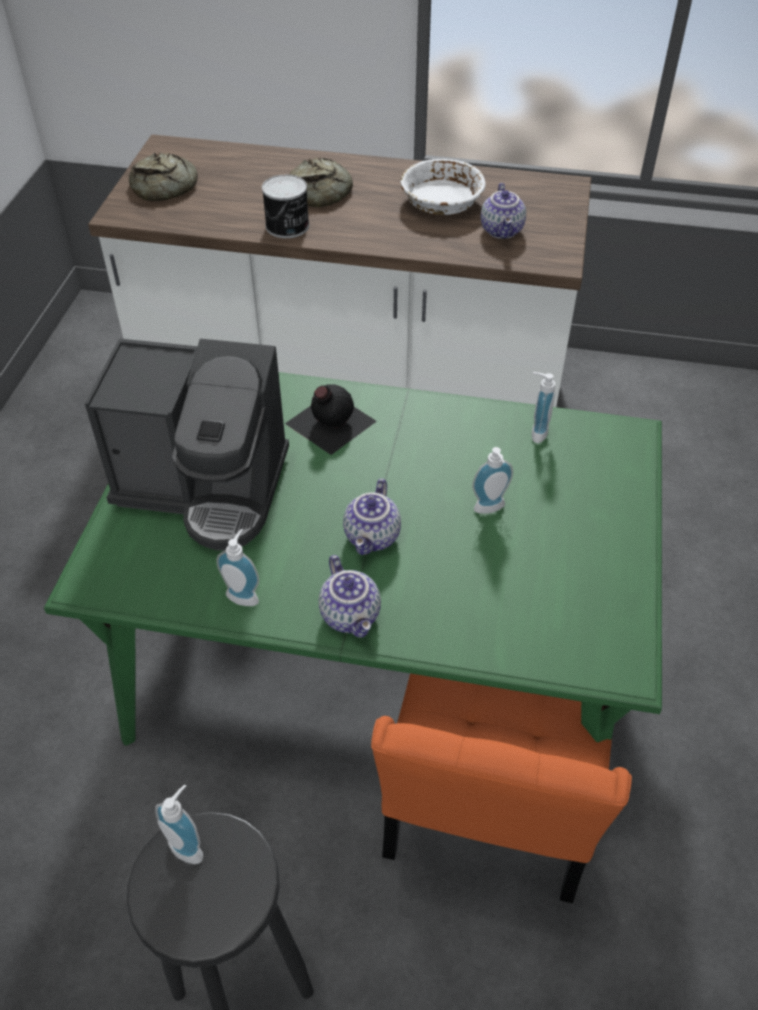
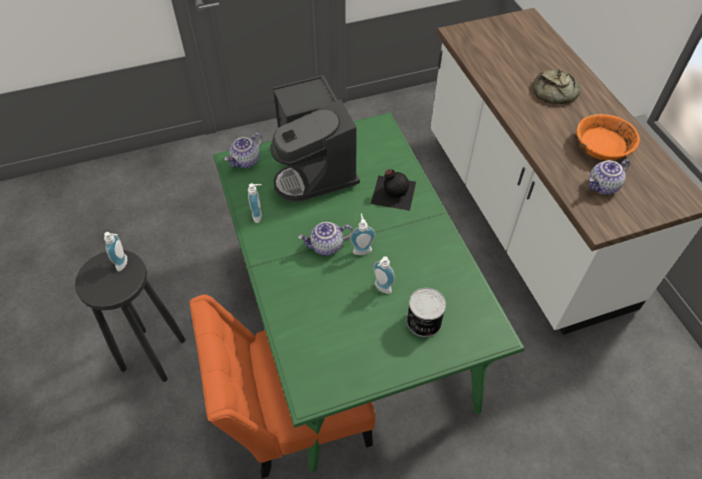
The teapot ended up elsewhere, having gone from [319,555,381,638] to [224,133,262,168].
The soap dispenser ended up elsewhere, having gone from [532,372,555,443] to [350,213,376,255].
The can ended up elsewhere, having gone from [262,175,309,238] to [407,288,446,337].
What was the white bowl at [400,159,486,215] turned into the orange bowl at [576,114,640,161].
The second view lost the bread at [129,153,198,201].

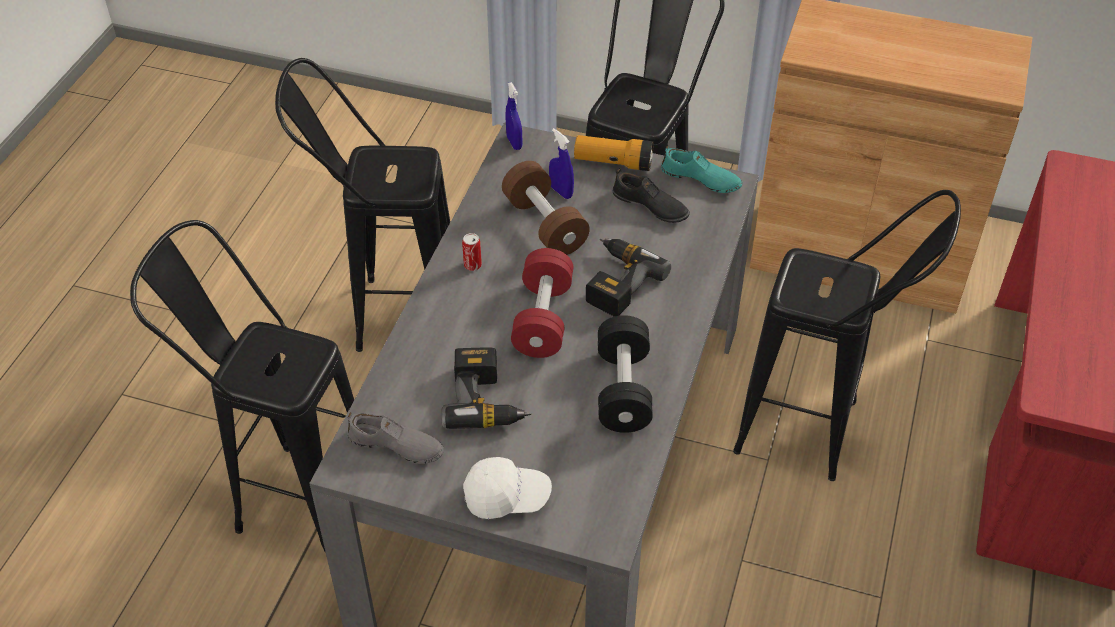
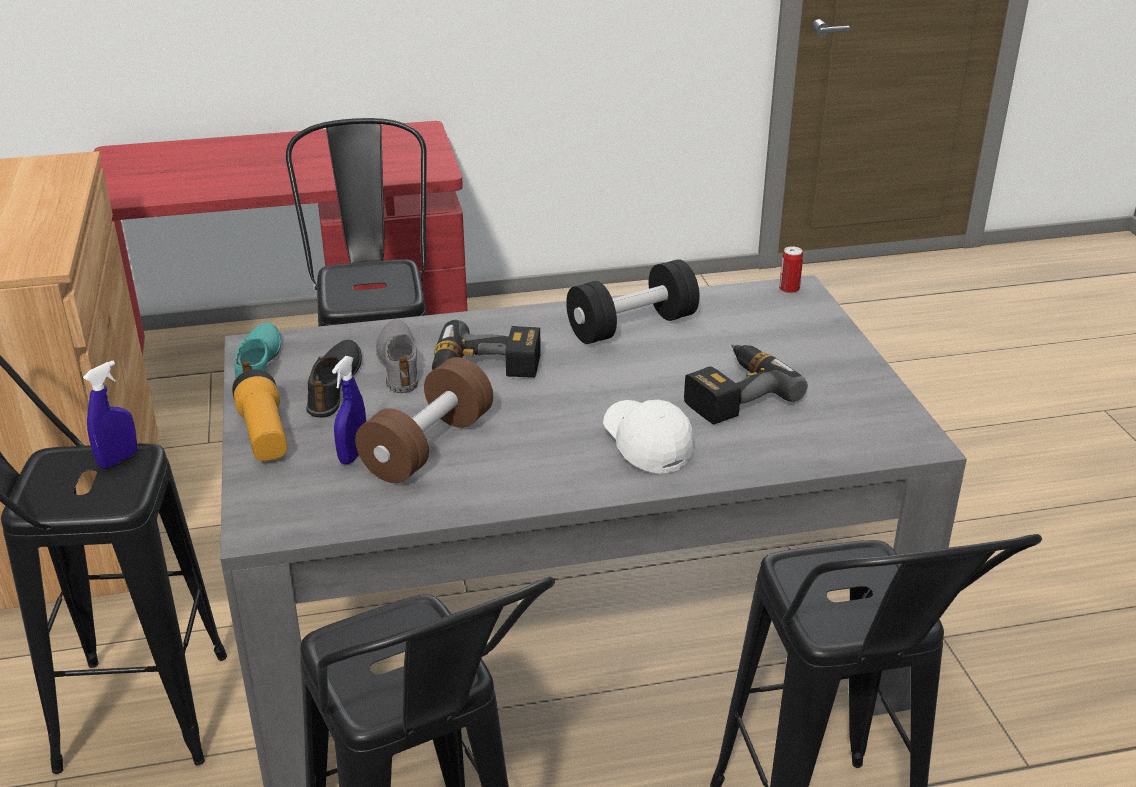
The blue spray bottle ended up elsewhere, having gone from [506,82,522,150] to [83,360,137,469].
The grey shoe ended up elsewhere, having gone from [347,412,444,464] to [376,319,418,393].
The white cap ended up elsewhere, having gone from [463,457,552,519] to [603,400,694,474].
The can ended up elsewhere, having gone from [462,233,482,271] to [779,246,803,293].
The second view lost the red dumbbell at [511,248,573,358].

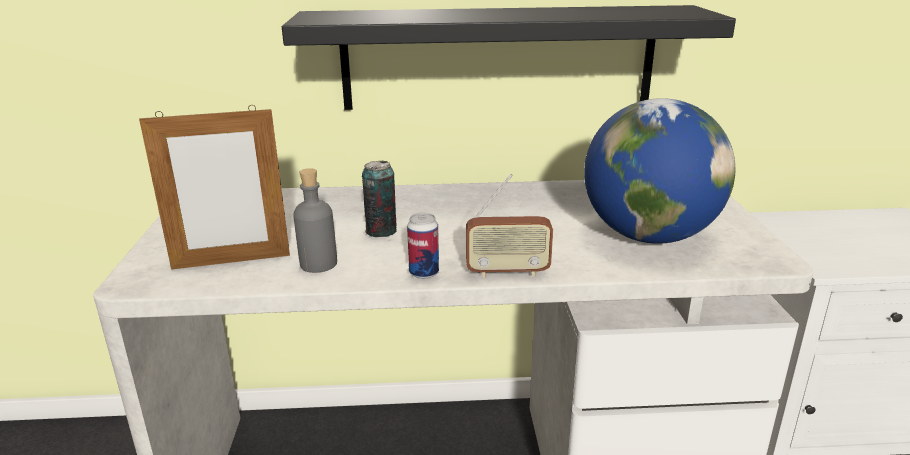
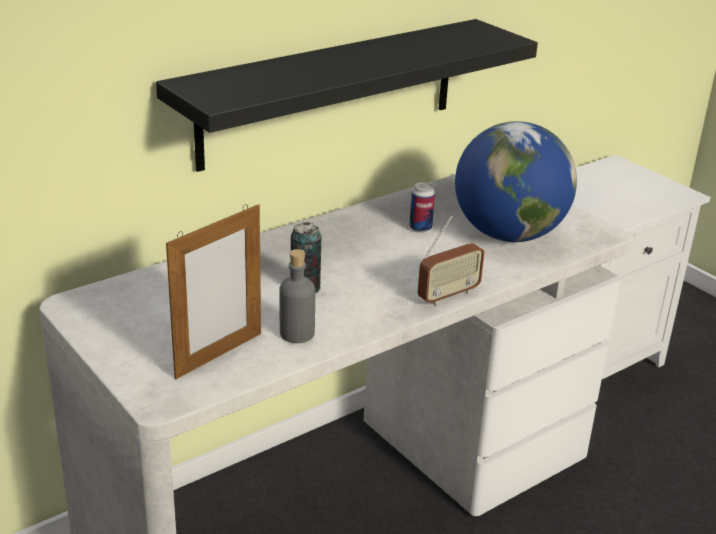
The can ended up elsewhere, having gone from [407,213,439,279] to [409,182,435,233].

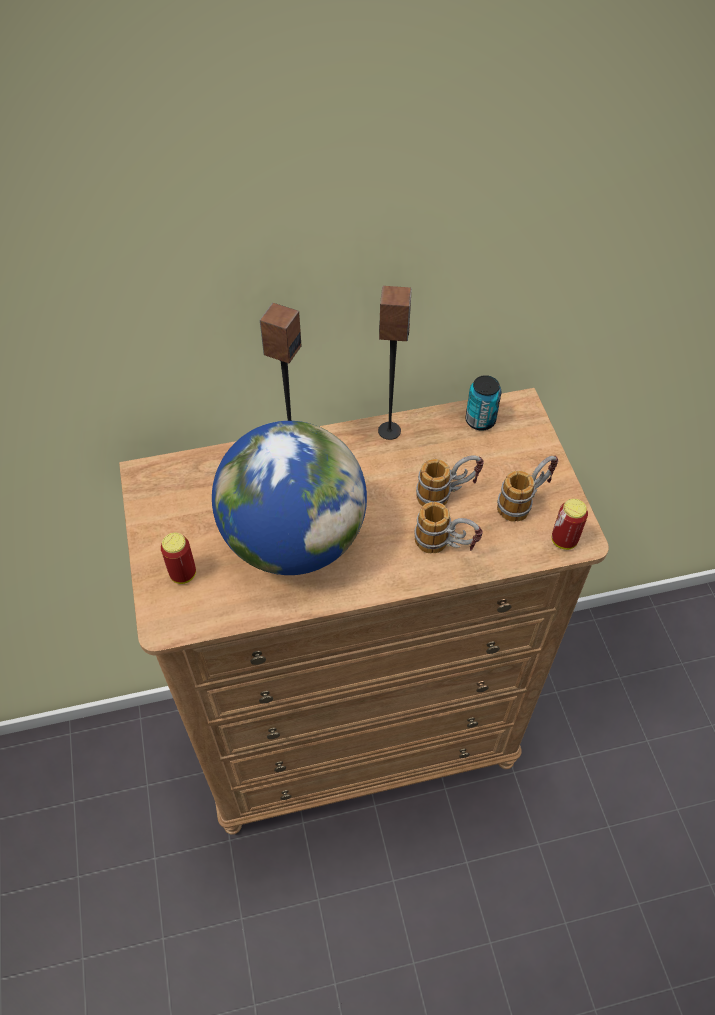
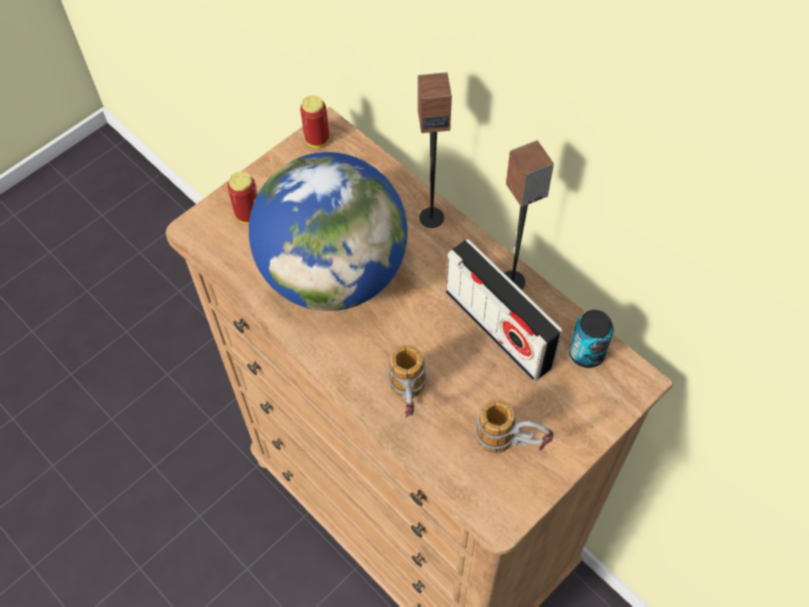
The can ended up elsewhere, having gone from [552,499,588,550] to [300,95,329,148].
The second view gained the radio at [446,239,563,381].
The second view lost the mug at [416,455,484,506].

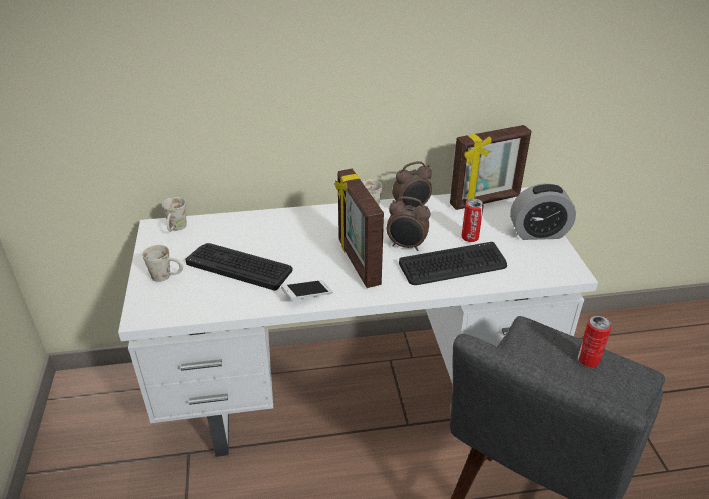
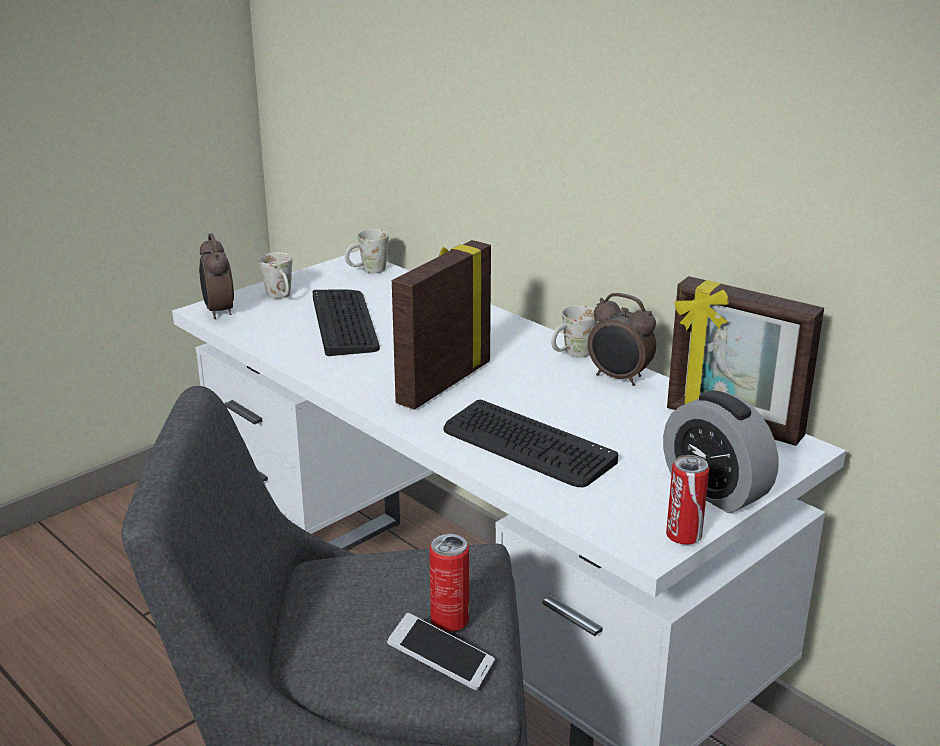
The alarm clock ended up elsewhere, having gone from [387,196,430,251] to [199,233,234,319].
The phone ended up elsewhere, having gone from [281,280,333,300] to [387,613,495,690].
The can ended up elsewhere, having gone from [461,198,484,242] to [666,455,709,545].

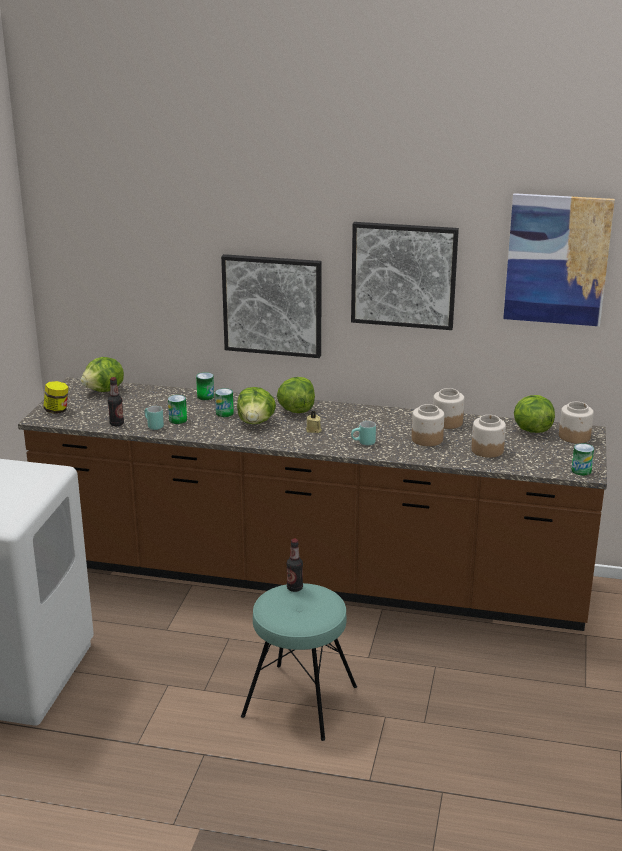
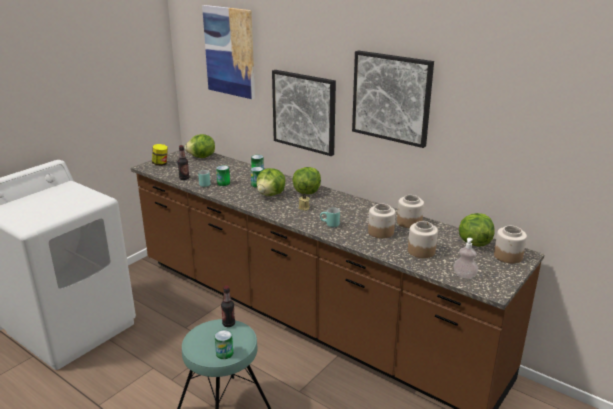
The picture ended up elsewhere, having gone from [503,193,615,326] to [202,5,255,99].
The can ended up elsewhere, having gone from [572,443,594,476] to [215,330,233,359].
The second view gained the soap dispenser at [454,238,478,279].

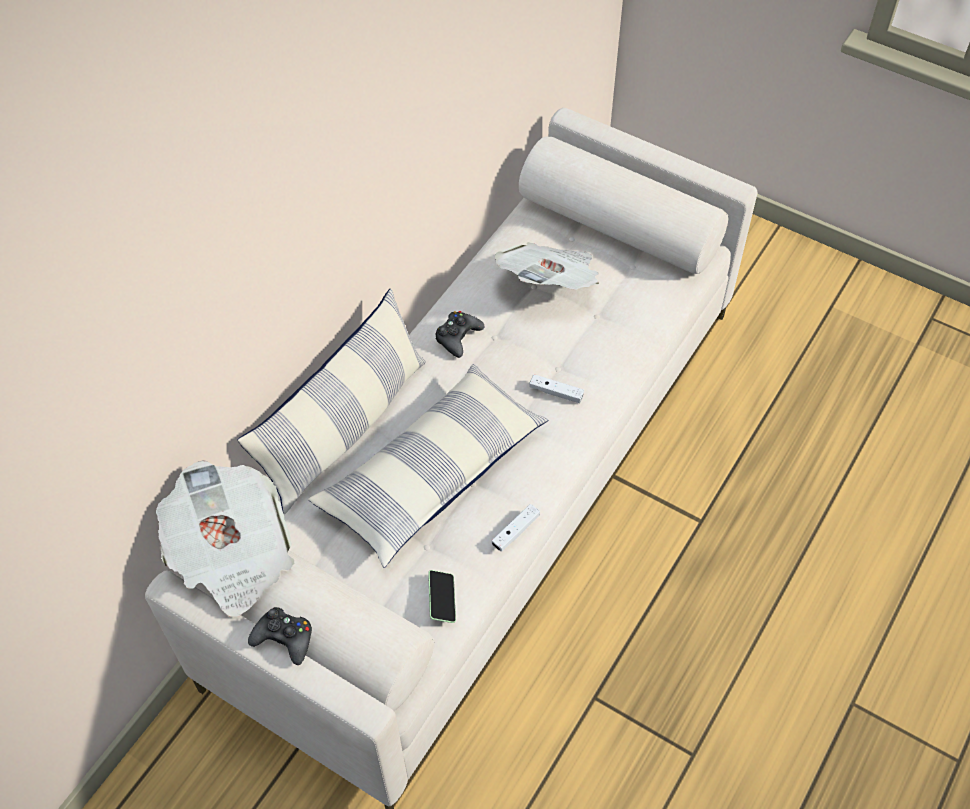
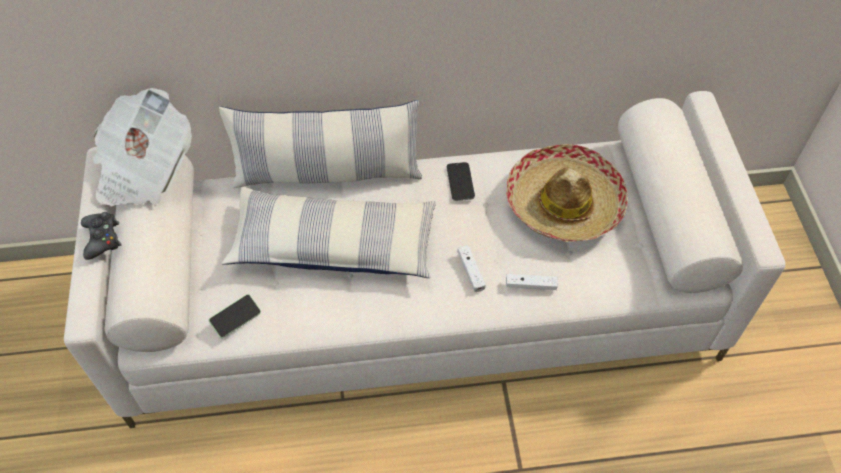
Where the black game controller stood at [435,311,484,358], the phone came to stand at [446,162,475,201].
Where the newspaper stood at [495,242,599,289], the hat came to stand at [506,144,628,242].
The white game controller ended up elsewhere, having gone from [491,504,540,552] to [506,274,558,290].

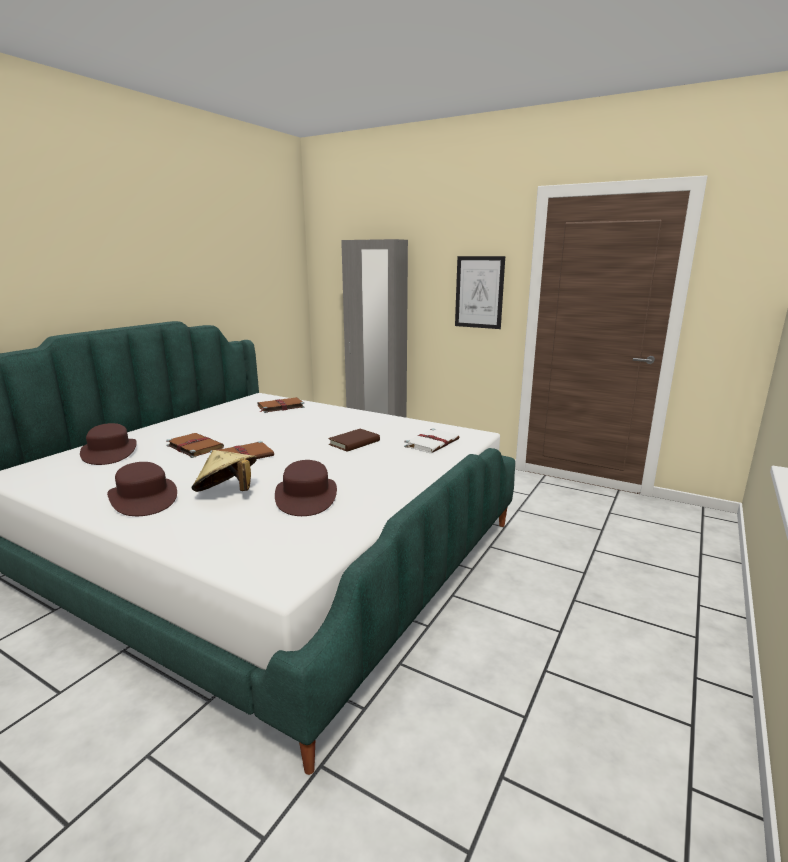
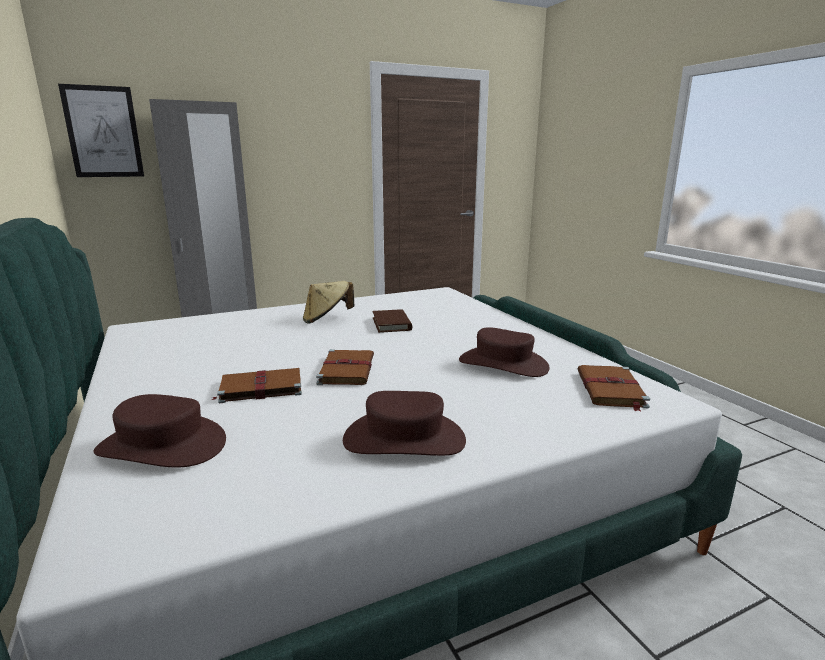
The picture ended up elsewhere, having gone from [455,256,505,329] to [58,84,144,177].
The beige hat ended up elsewhere, having gone from [192,450,257,492] to [303,281,354,324].
The brown book ended up elsewhere, having gone from [258,397,305,413] to [577,365,650,411].
The second view lost the white book at [404,428,459,453].

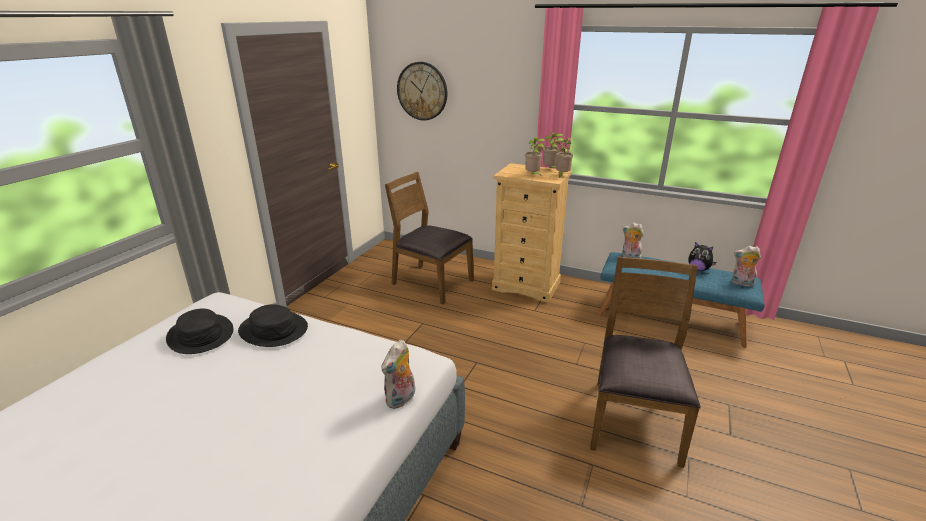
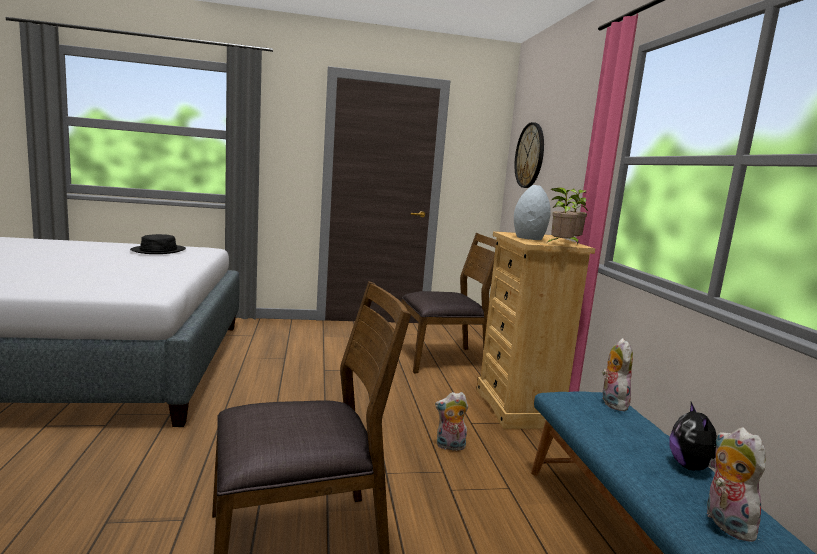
The brown chair at [385,172,474,304] ended up facing another way, 75 degrees clockwise from before.
The plush toy ended up elsewhere, having gone from [382,340,415,409] to [435,392,468,451].
Where the potted plant stood at [525,137,545,175], the grey vase came to stand at [514,185,551,240].
The second view lost the black hat at [238,304,308,347].

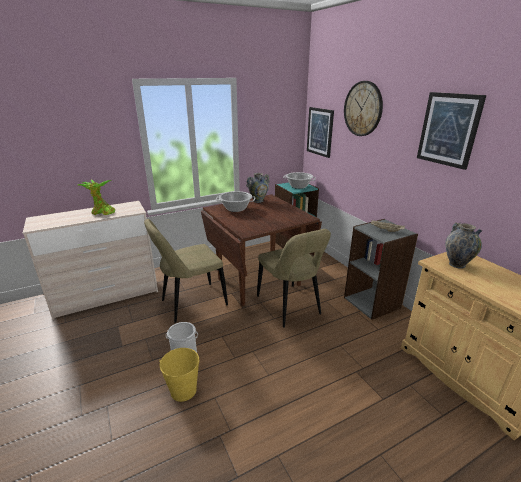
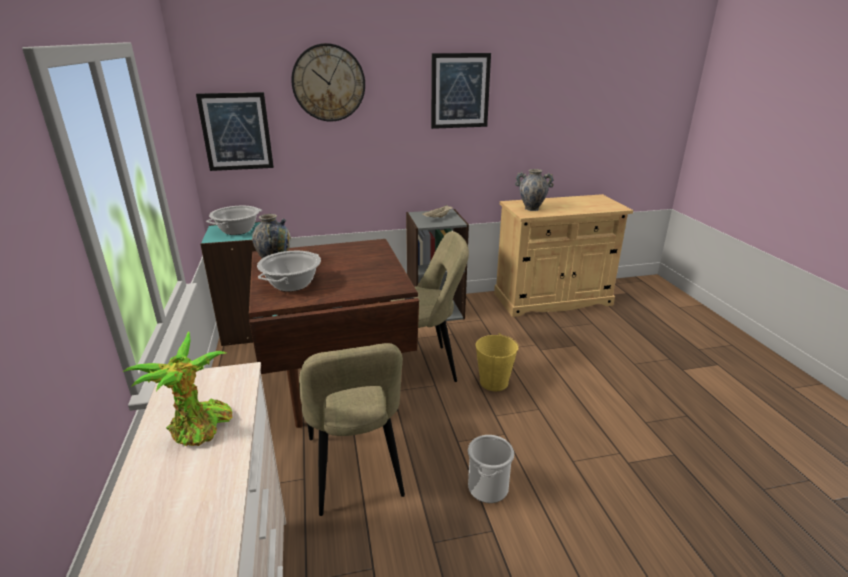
The yellow bucket ended up elsewhere, having gone from [159,348,200,402] to [476,333,519,391].

